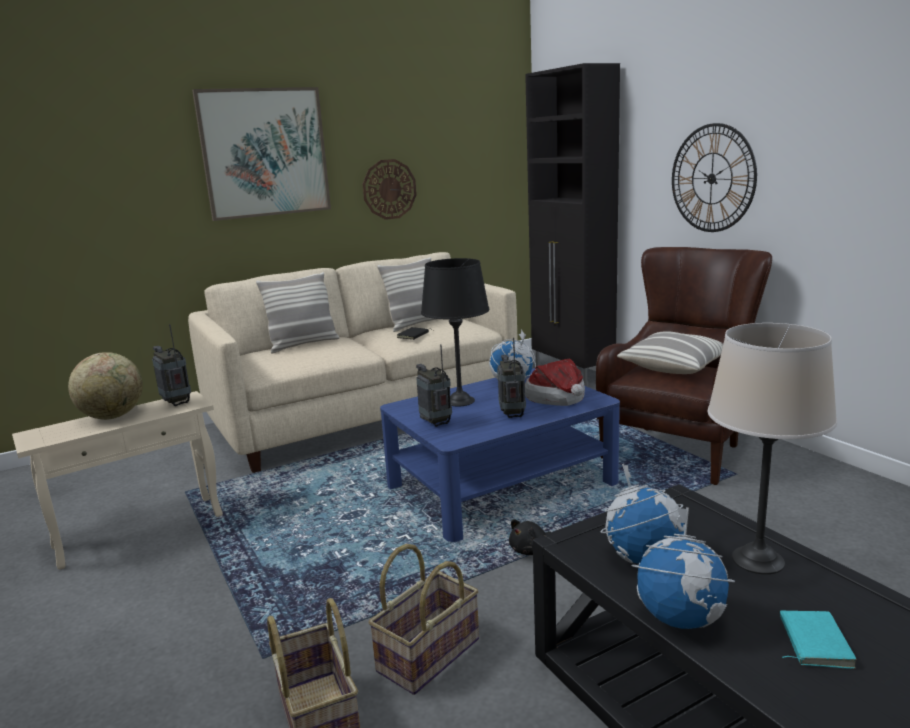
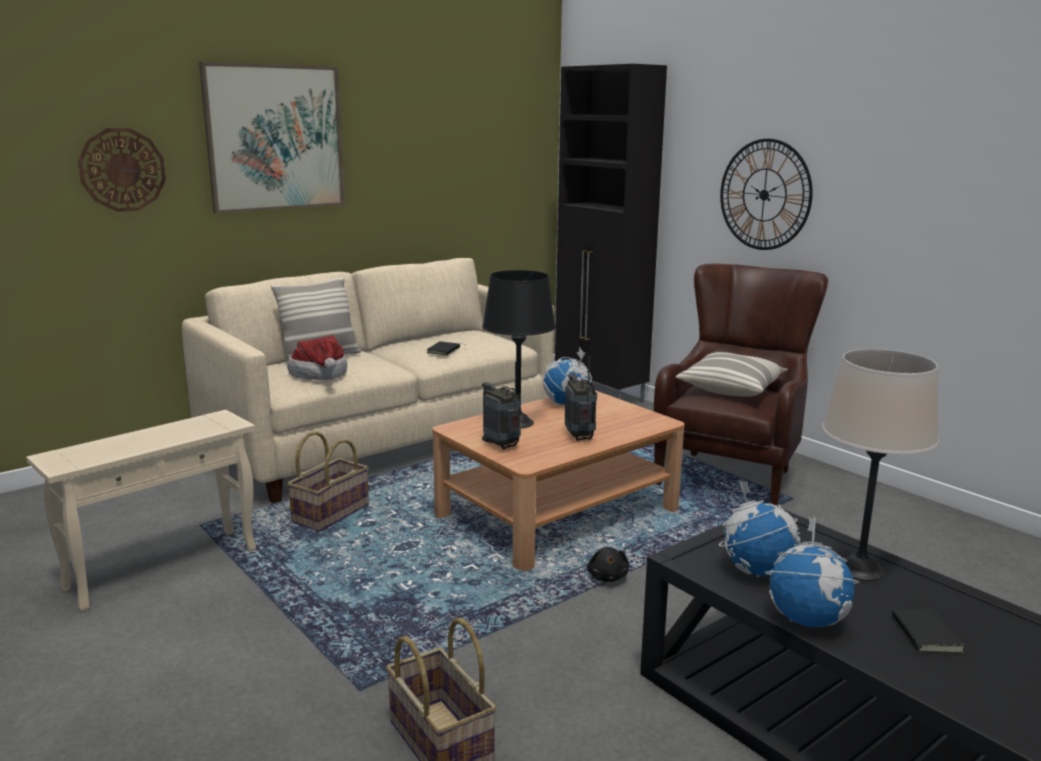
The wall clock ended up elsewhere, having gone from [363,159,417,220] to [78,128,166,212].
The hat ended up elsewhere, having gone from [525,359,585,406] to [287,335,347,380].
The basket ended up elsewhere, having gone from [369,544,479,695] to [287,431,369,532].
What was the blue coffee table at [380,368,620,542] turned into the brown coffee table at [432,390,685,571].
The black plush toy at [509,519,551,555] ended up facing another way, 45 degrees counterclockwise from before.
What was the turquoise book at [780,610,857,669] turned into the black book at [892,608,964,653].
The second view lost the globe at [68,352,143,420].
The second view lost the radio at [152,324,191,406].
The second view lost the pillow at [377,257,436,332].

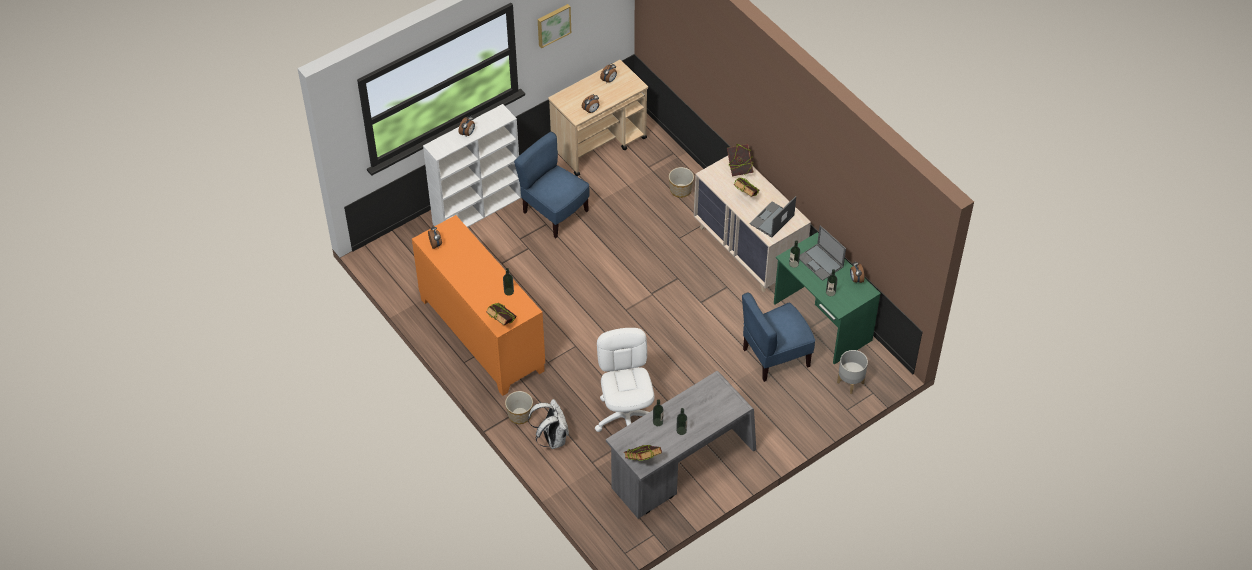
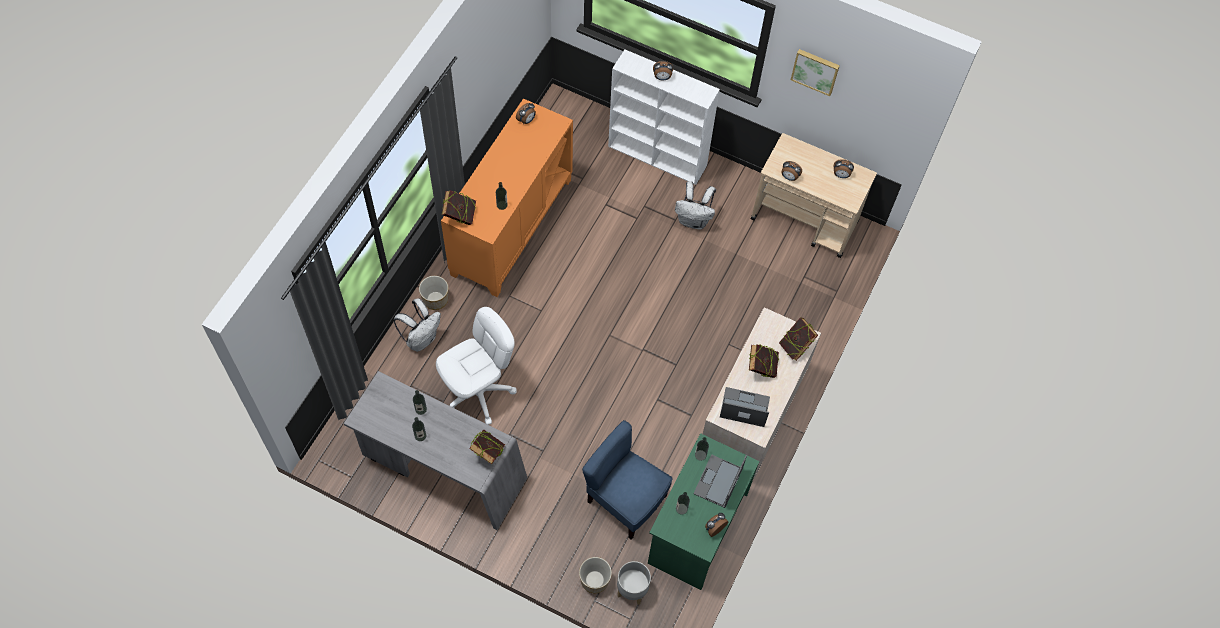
The book ended up elsewhere, having gone from [624,445,662,461] to [469,429,505,464].
The planter ended up elsewhere, having gone from [669,167,694,198] to [579,557,612,593].
Where the blue chair stood at [514,132,590,238], the white backpack came to stand at [675,181,716,230].

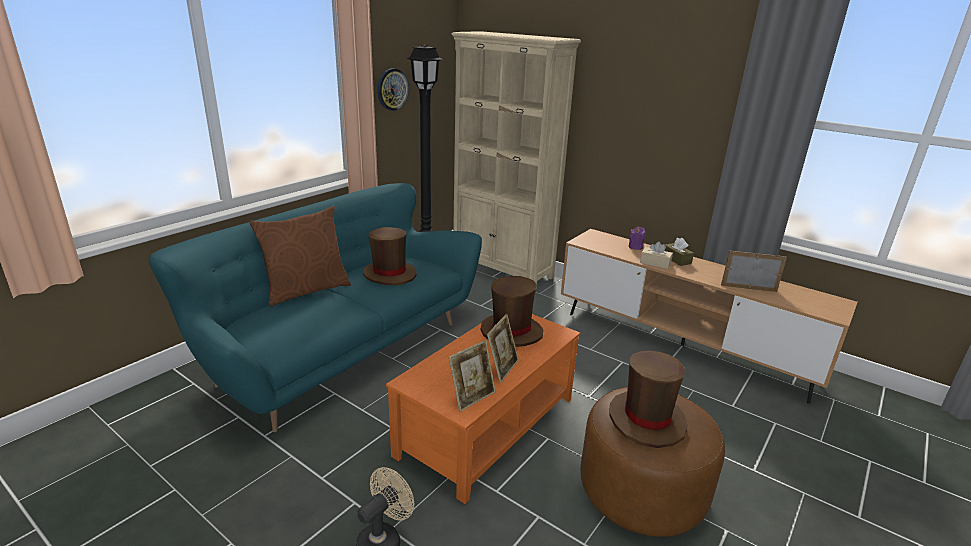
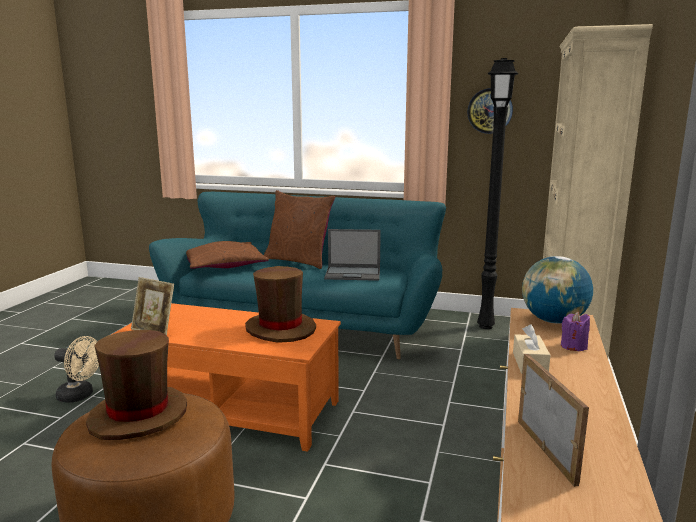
The second view gained the brown pillow at [186,241,269,269].
Where the brown hat stood at [363,227,417,286], the laptop came to stand at [324,229,381,281].
The second view gained the globe at [522,256,593,324].
The second view lost the picture frame at [487,314,519,383].
The second view lost the brown tissue box at [665,238,694,266].

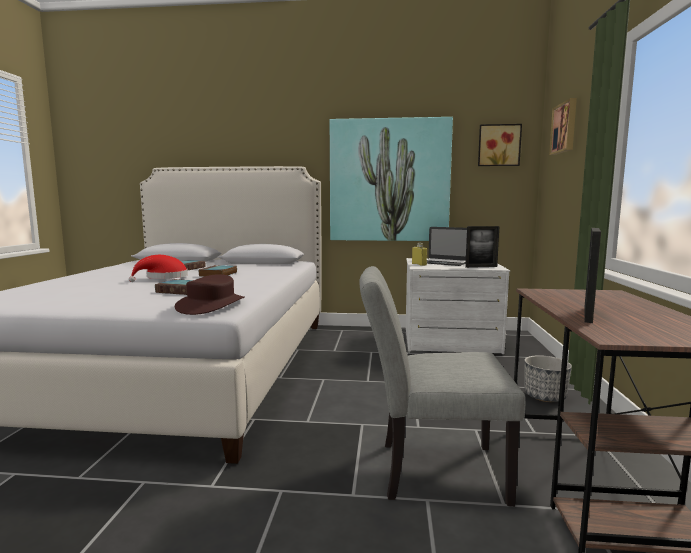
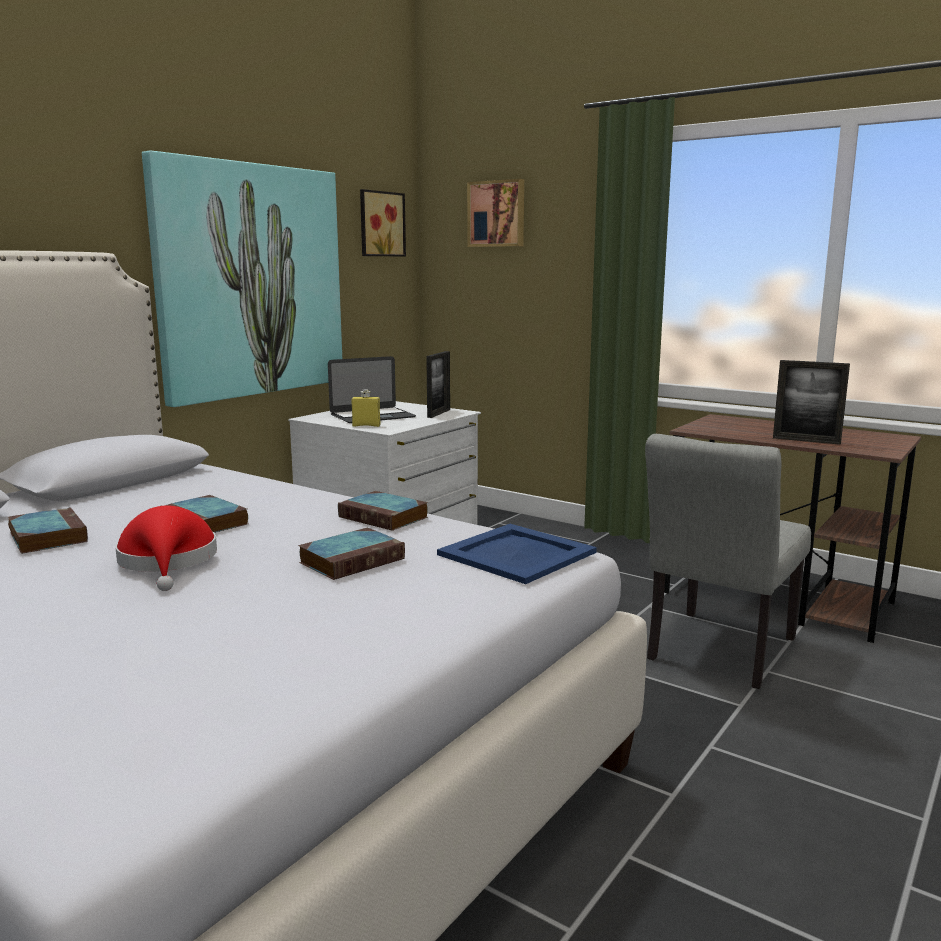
The second view gained the book at [338,491,428,531].
Where the brown hat stood at [175,274,245,315], the blue tray came to stand at [437,524,597,584].
The picture frame at [584,228,601,323] ended up facing another way, 150 degrees clockwise from before.
The second view lost the planter at [524,355,572,402].

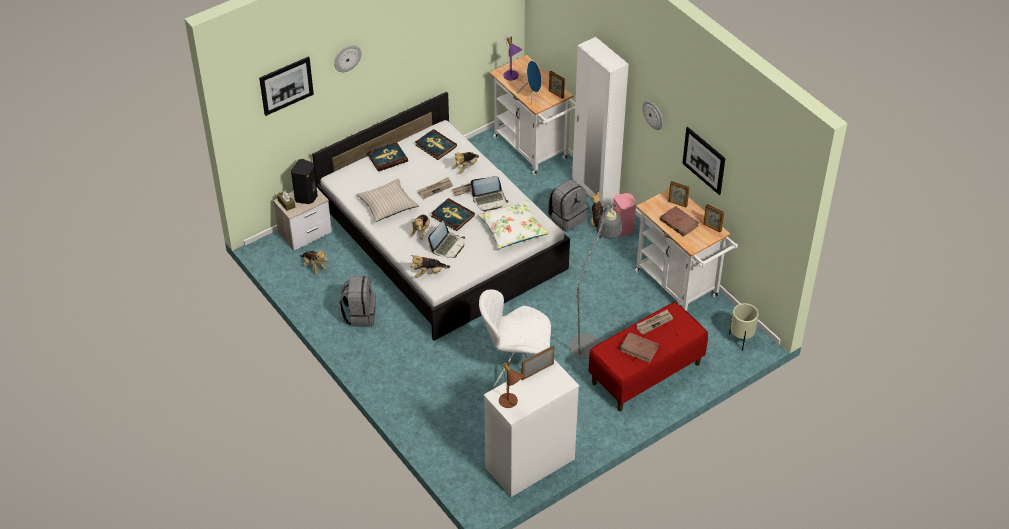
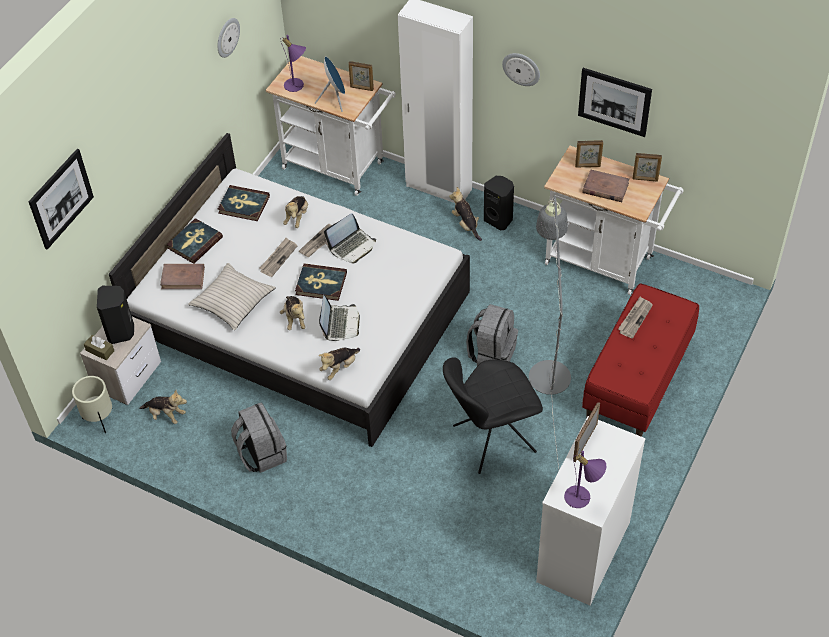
The beige planter ended up elsewhere, having gone from [729,303,759,351] to [72,376,112,433].
The brown book ended up elsewhere, having gone from [619,332,659,363] to [160,264,205,289].
The wall clock ended up elsewhere, having gone from [334,45,362,72] to [218,18,240,58].
What was the white chair at [479,289,551,387] turned into the black chair at [443,357,543,474].
The grey backpack ended up elsewhere, having gone from [548,180,587,232] to [466,304,518,366].
What was the pink speaker at [613,193,636,237] turned into the black speaker at [484,176,514,231].
What was the brown table lamp at [499,361,523,408] turned into the purple table lamp at [564,451,606,508].
The second view lost the white pillow at [478,200,549,249].

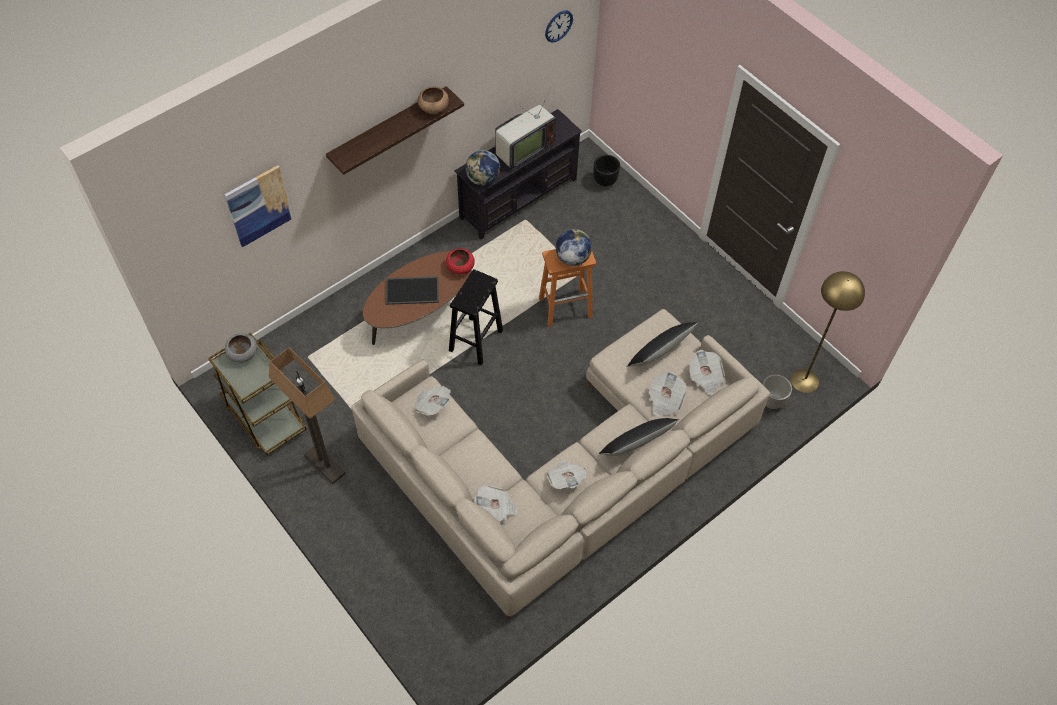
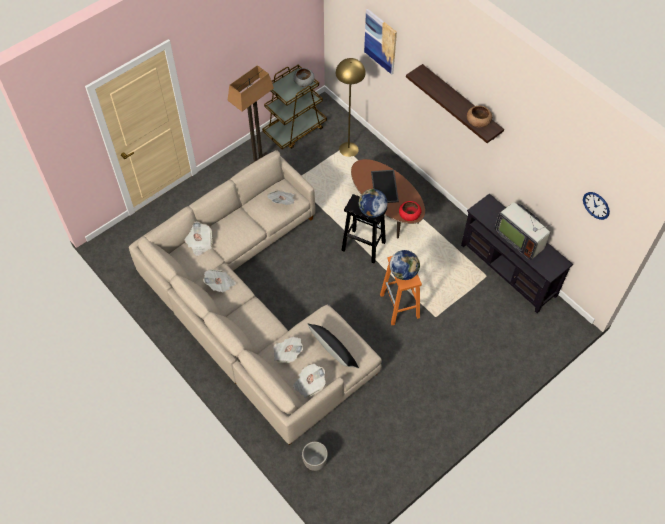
The yellow floor lamp ended up elsewhere, having gone from [791,271,865,393] to [336,58,366,157].
The globe ended up elsewhere, having gone from [465,150,500,185] to [359,189,387,217].
The second view lost the black planter at [593,155,620,187].
The second view lost the black pillow at [599,418,679,456].

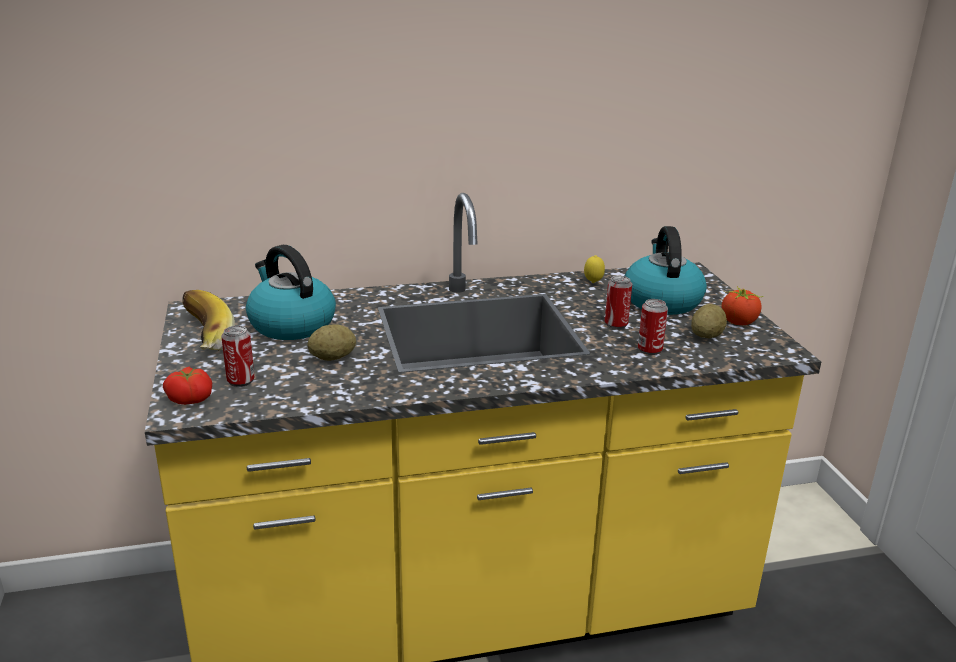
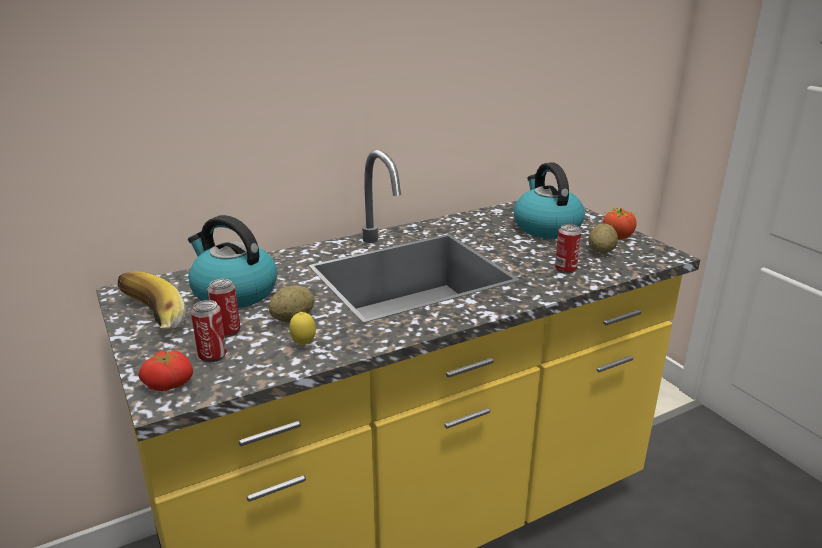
The can ended up elsewhere, having gone from [605,276,632,329] to [207,279,240,338].
The lemon ended up elsewhere, having gone from [584,255,605,283] to [289,312,316,345].

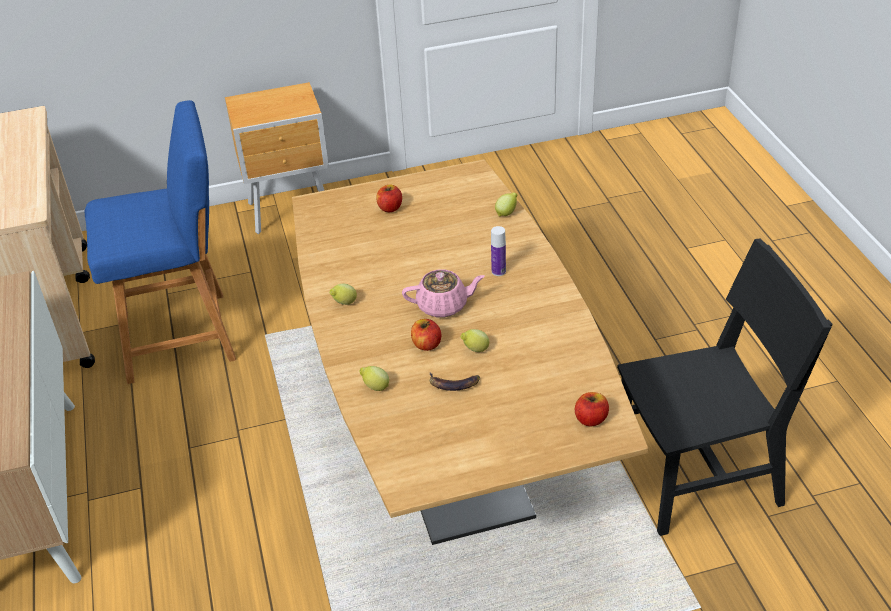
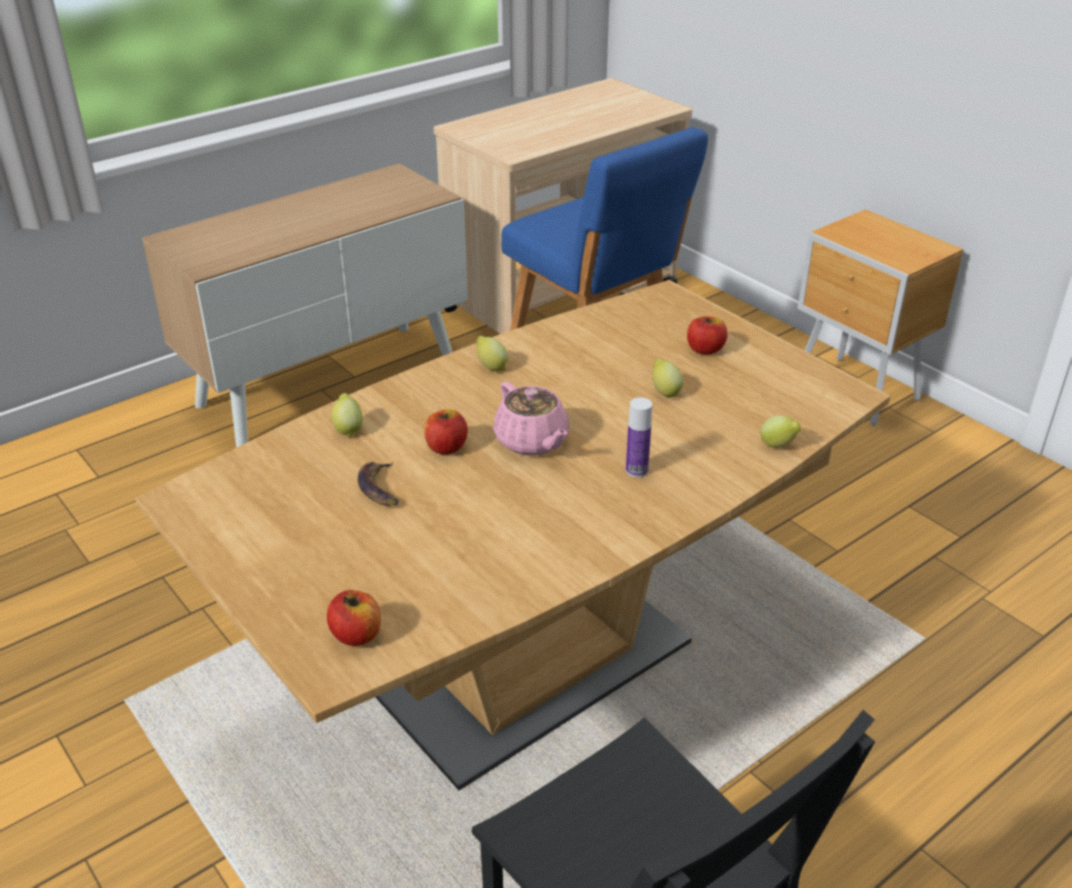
The lemon ended up elsewhere, having gone from [460,329,489,352] to [652,358,683,397].

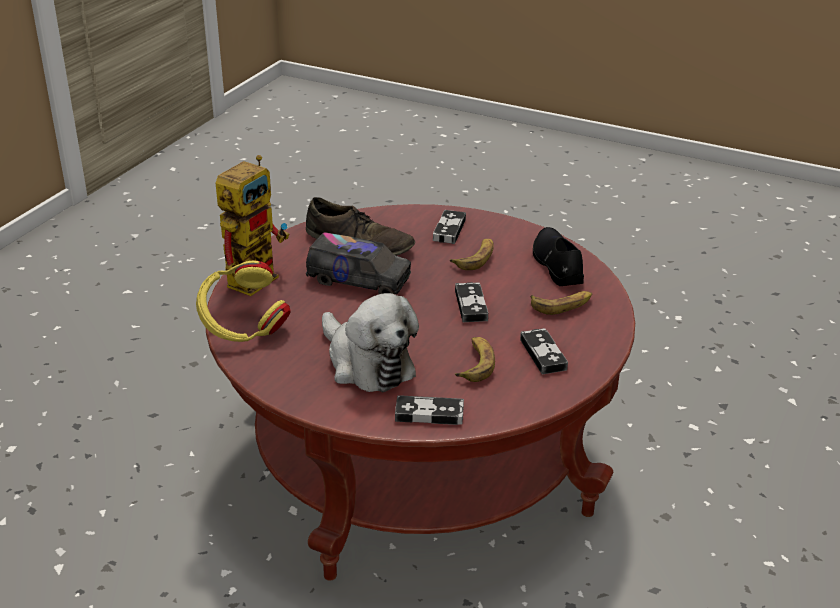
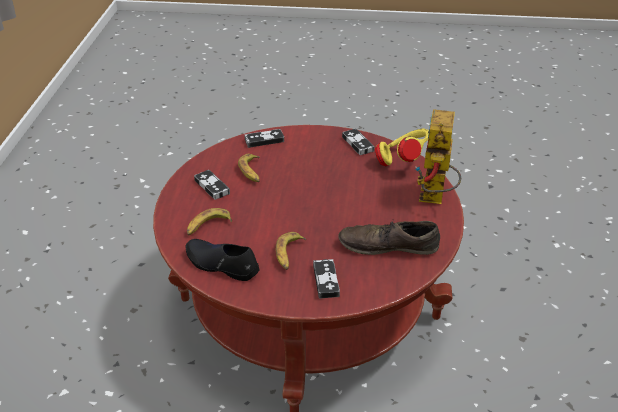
The black shoe at [533,227,584,286] ended up facing another way, 150 degrees clockwise from before.
The game controller ended up elsewhere, having gone from [455,282,488,322] to [342,129,374,155].
The second view lost the toy truck at [305,232,411,294].
The second view lost the plush toy at [322,293,419,392].

